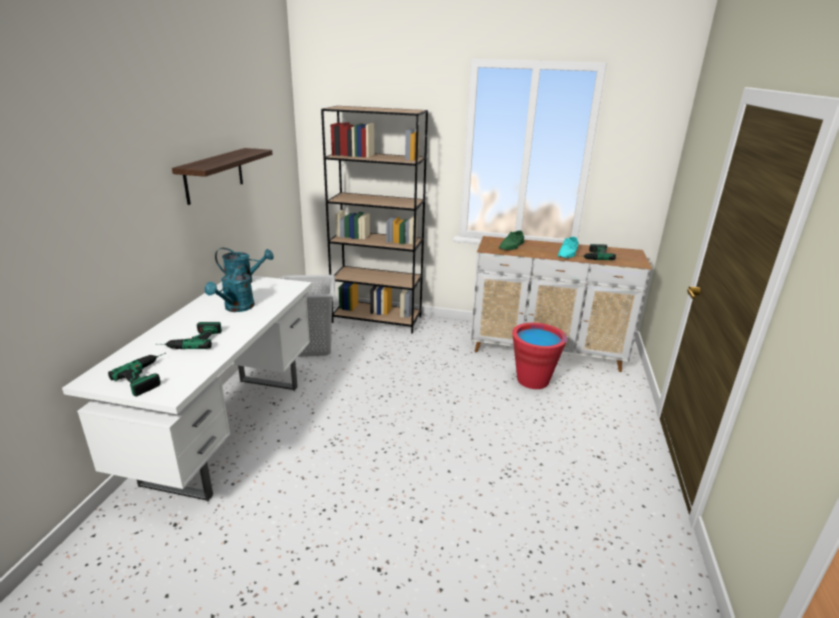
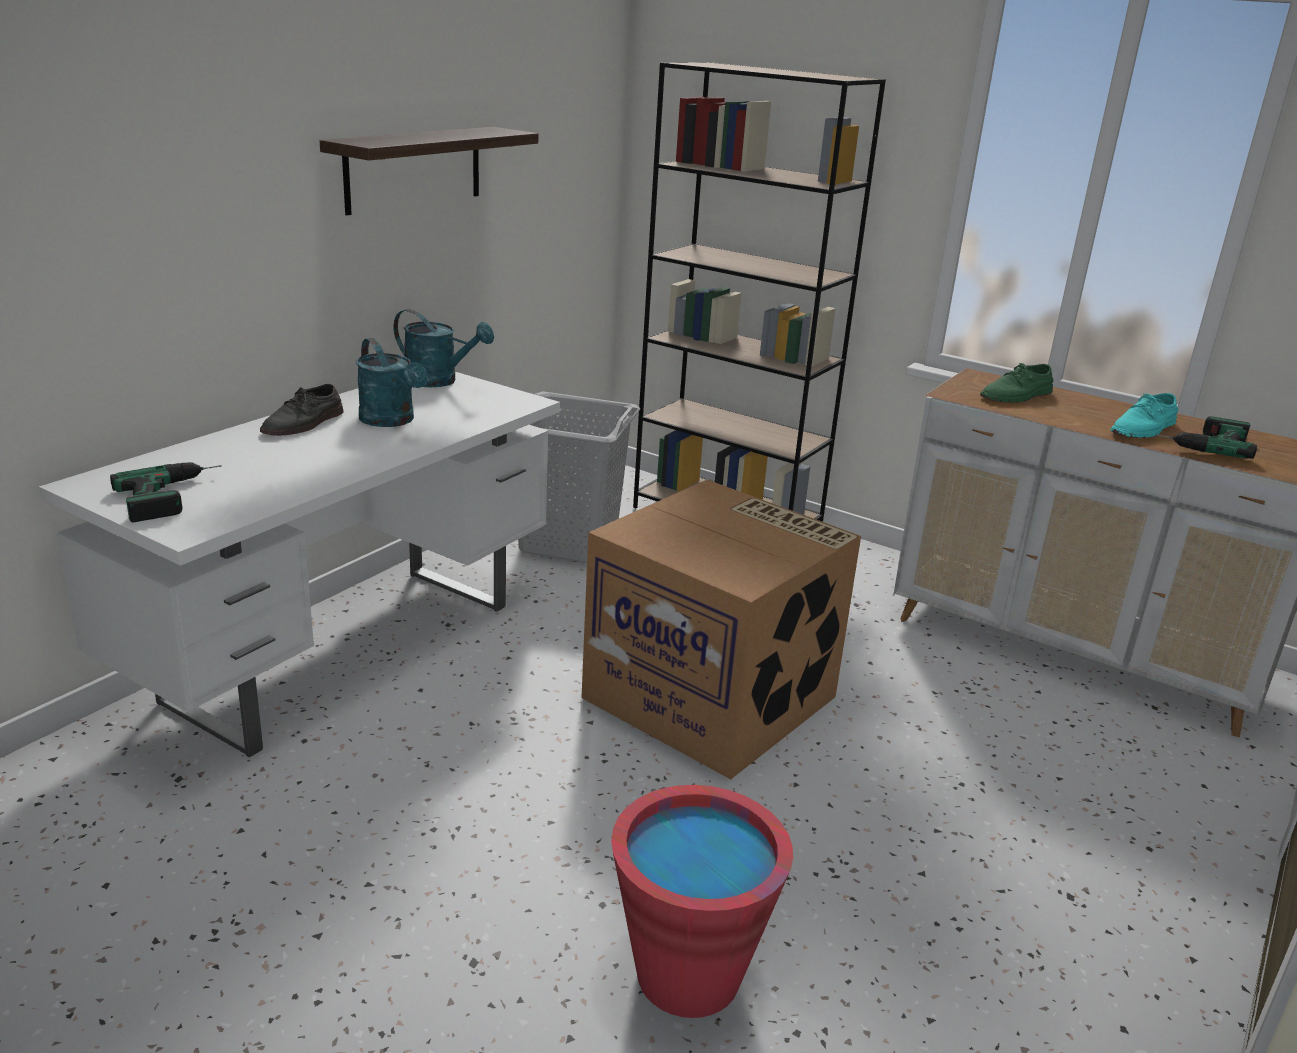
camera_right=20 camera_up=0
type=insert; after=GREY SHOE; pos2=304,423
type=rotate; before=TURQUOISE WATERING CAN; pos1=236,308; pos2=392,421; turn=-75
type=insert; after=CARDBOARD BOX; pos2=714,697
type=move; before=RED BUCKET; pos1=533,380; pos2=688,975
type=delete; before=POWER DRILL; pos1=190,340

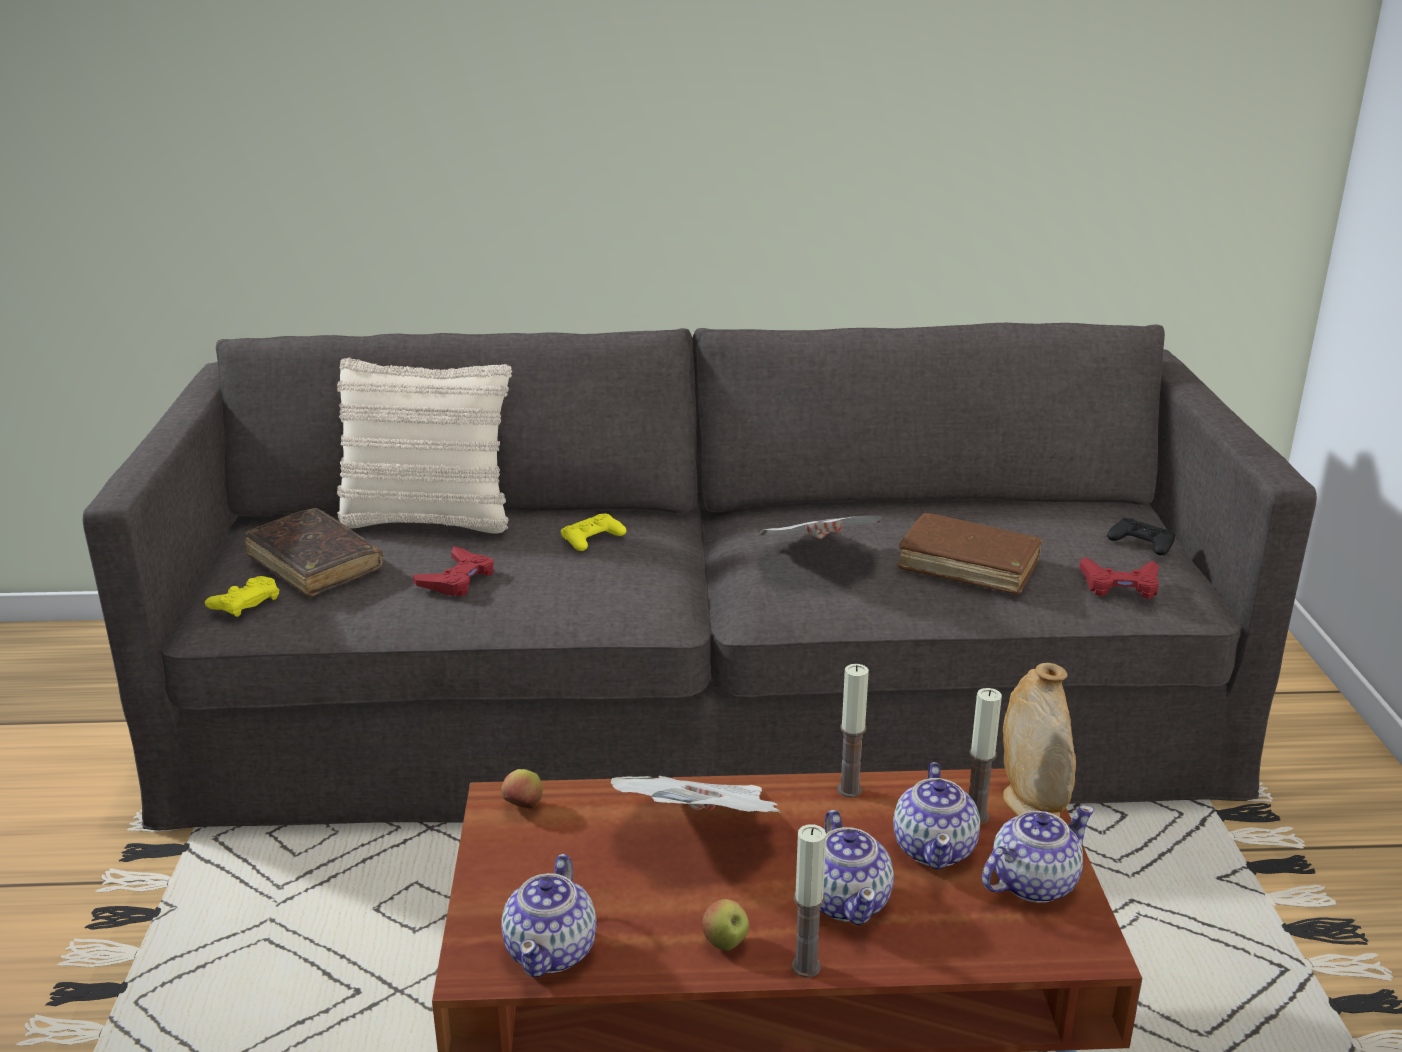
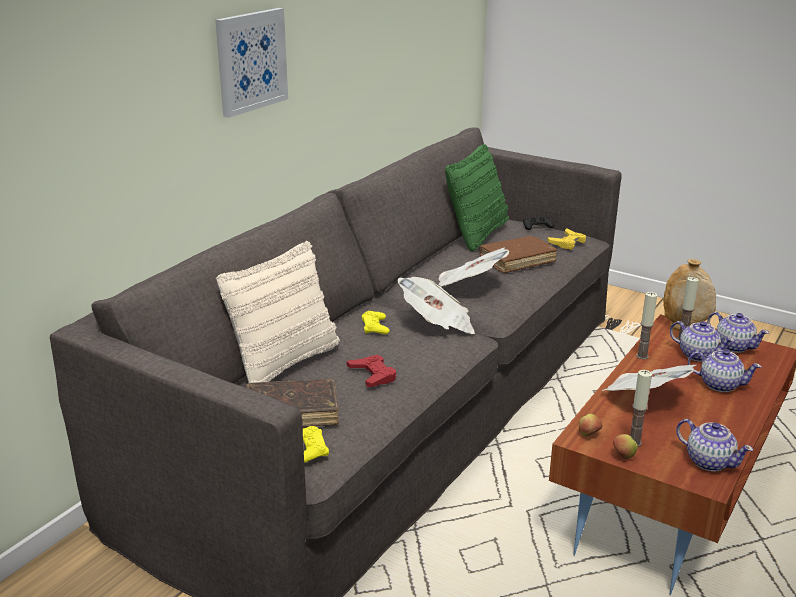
camera_right=-55 camera_up=0
type=insert; after=PICTURE; pos2=251,61
type=insert; after=NEWSPAPER; pos2=437,324
type=insert; after=GREEN PILLOW; pos2=476,235
type=recolor; before=RED GAME CONTROLLER; after=YELLOW GAME CONTROLLER; pos1=1120,585; pos2=567,243
type=move; before=APPLE; pos1=725,943; pos2=623,456
type=move; before=CANDLE; pos1=806,966; pos2=634,442
type=rotate; before=TEAPOT; pos1=1032,883; pos2=733,346; turn=135

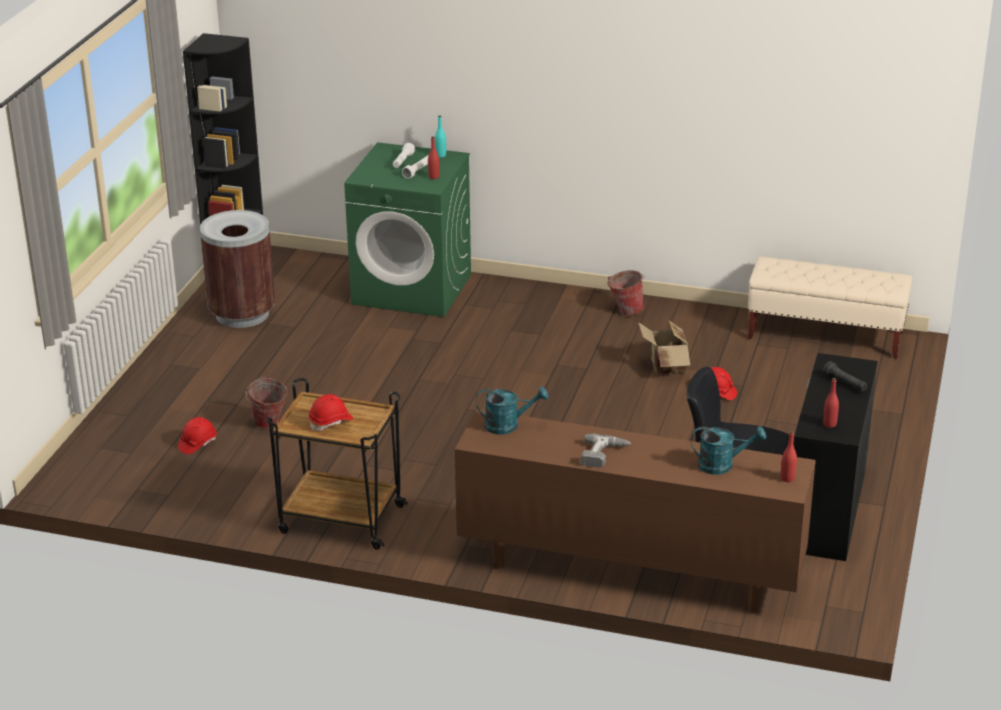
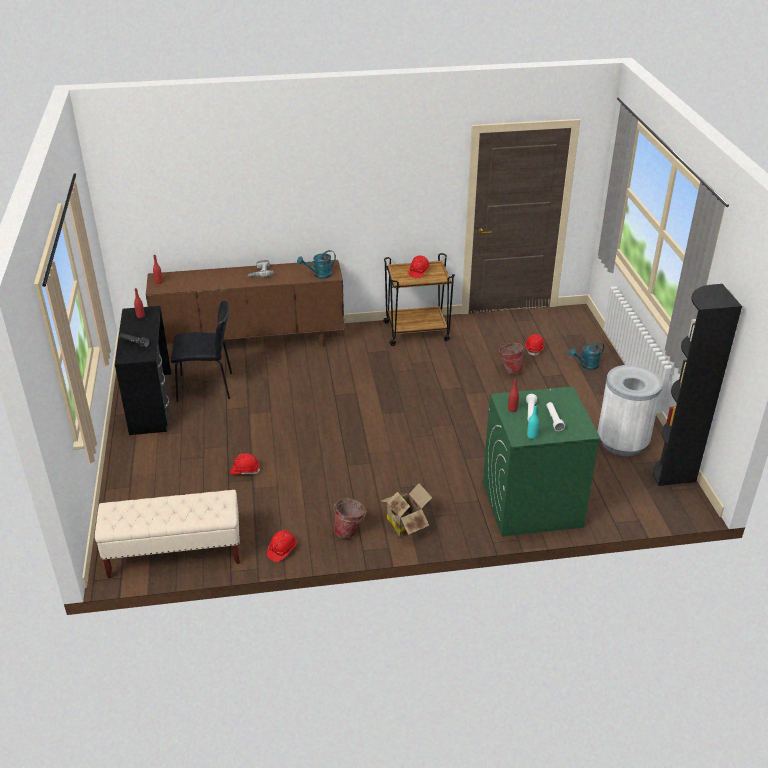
camera_right=155 camera_up=5
type=insert; after=RED HARD HAT; pos2=282,550
type=move; before=CARDBOARD BOX; pos1=665,367; pos2=406,524
type=move; before=TURQUOISE WATERING CAN; pos1=722,465; pos2=586,365
type=recolor; before=BROWN TRASH CAN; after=WHITE TRASH CAN; pos1=242,314; pos2=622,442

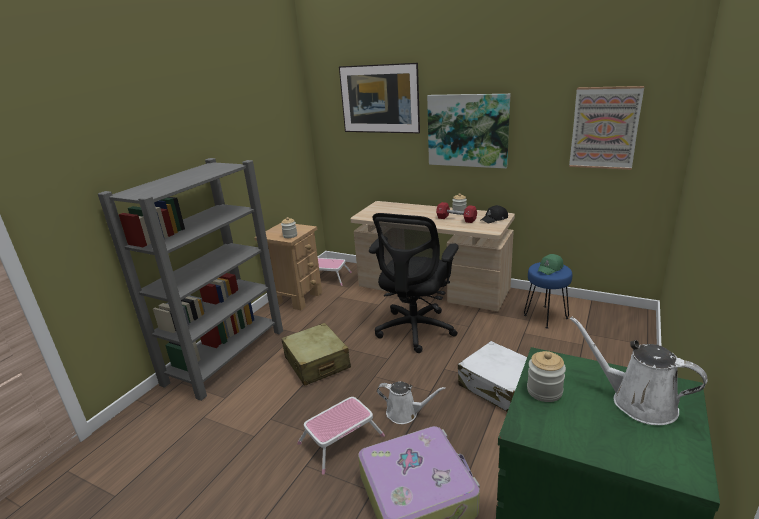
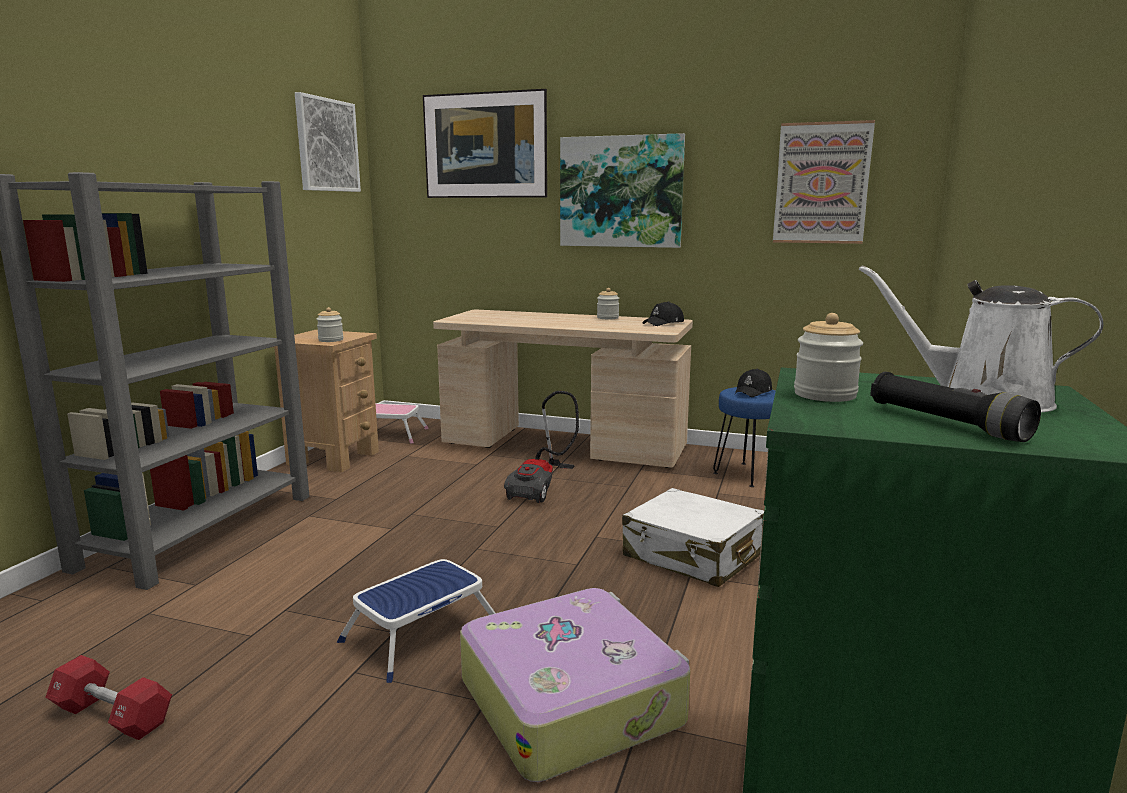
camera_right=-10 camera_up=-10
type=move; before=RED DUMBBELL; pos1=456,219; pos2=112,715
type=insert; after=PICTURE; pos2=327,145
type=recolor; before=PINK STEP LADDER; after=BLUE STEP LADDER; pos1=341,440; pos2=421,633
type=replace; before=BLACK OFFICE CHAIR; after=VACUUM CLEANER; pos1=416,326; pos2=542,487
type=recolor; before=GREEN CAP; after=BLACK CAP; pos1=550,268; pos2=753,392
type=insert; after=BLACK FLASHLIGHT; pos2=946,423
type=delete; before=BEIGE SUITCASE; pos1=317,363
type=delete; before=WHITE WATERING CAN; pos1=405,413

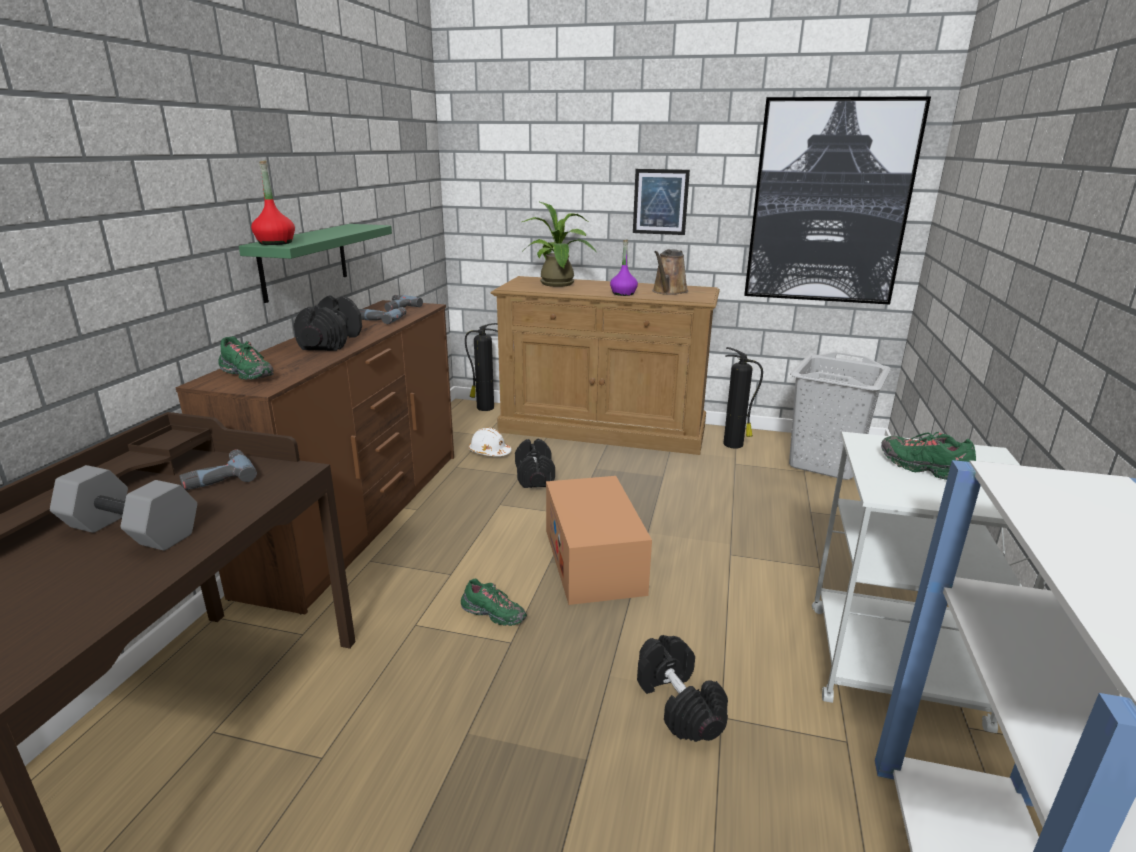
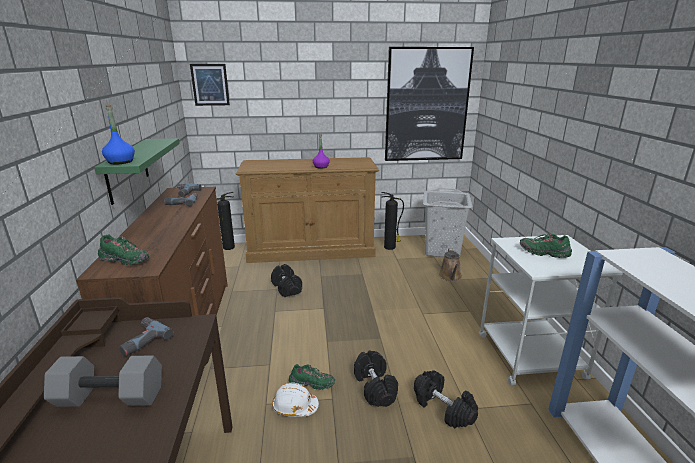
camera_right=-20 camera_up=0
type=recolor; before=RED BOTTLE; after=BLUE BOTTLE; pos1=275,243; pos2=120,162
type=move; before=PICTURE; pos1=660,202; pos2=210,84
type=move; before=WHITE HARD HAT; pos1=489,452; pos2=294,407
type=move; before=BLACK DUMBBELL; pos1=331,342; pos2=375,387
type=move; before=BROWN WATERING CAN; pos1=668,292; pos2=450,276
type=delete; before=POTTED PLANT; pos1=558,285
type=delete; before=CARDBOARD BOX; pos1=593,561

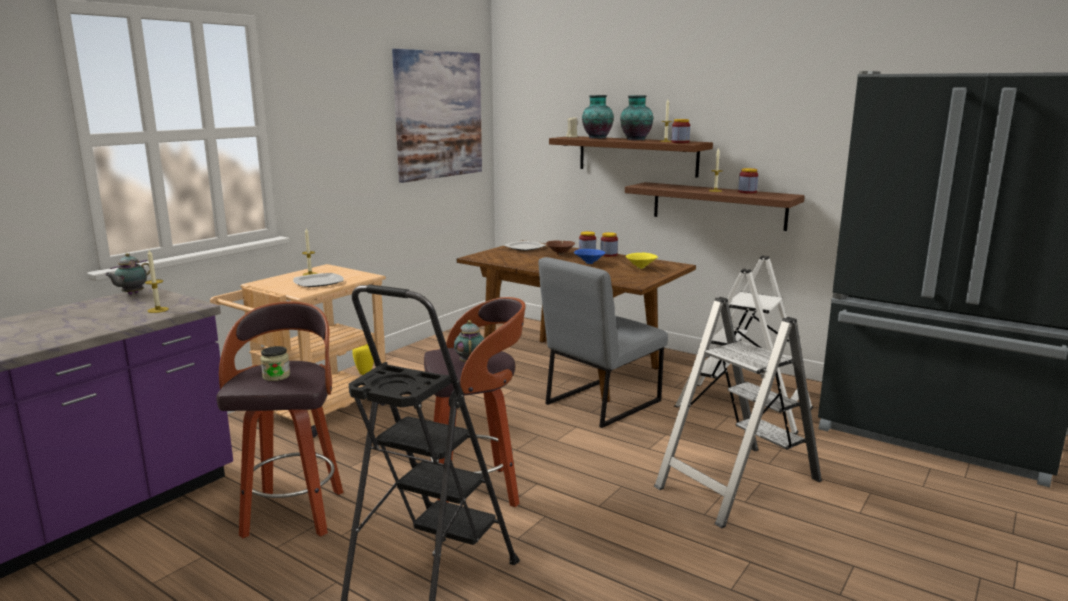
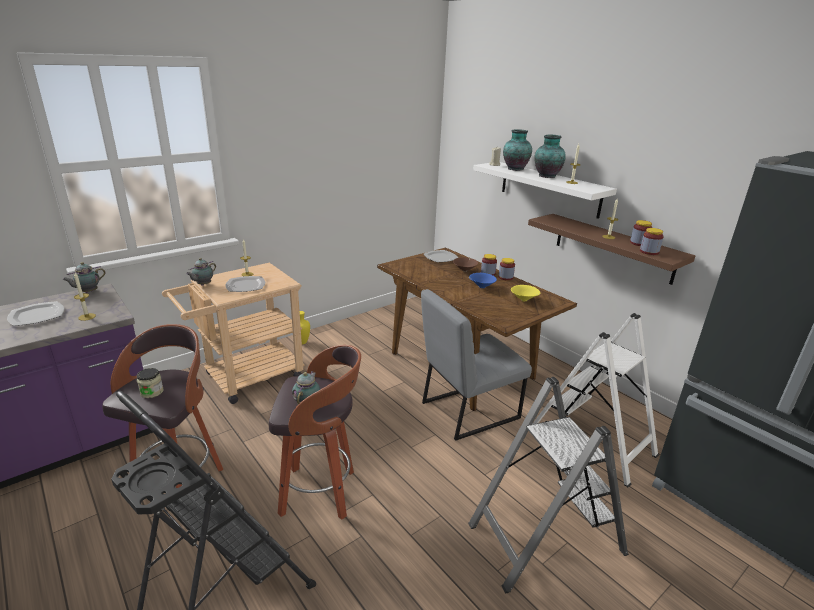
camera_right=15 camera_up=10
type=insert; after=PLATE; pos2=36,315
type=insert; after=TEAPOT; pos2=203,285
type=recolor; before=BROWN SHELF; after=WHITE SHELF; pos1=637,156; pos2=549,189
type=move; before=JAR; pos1=680,142; pos2=649,252
type=delete; before=PICTURE; pos1=439,115

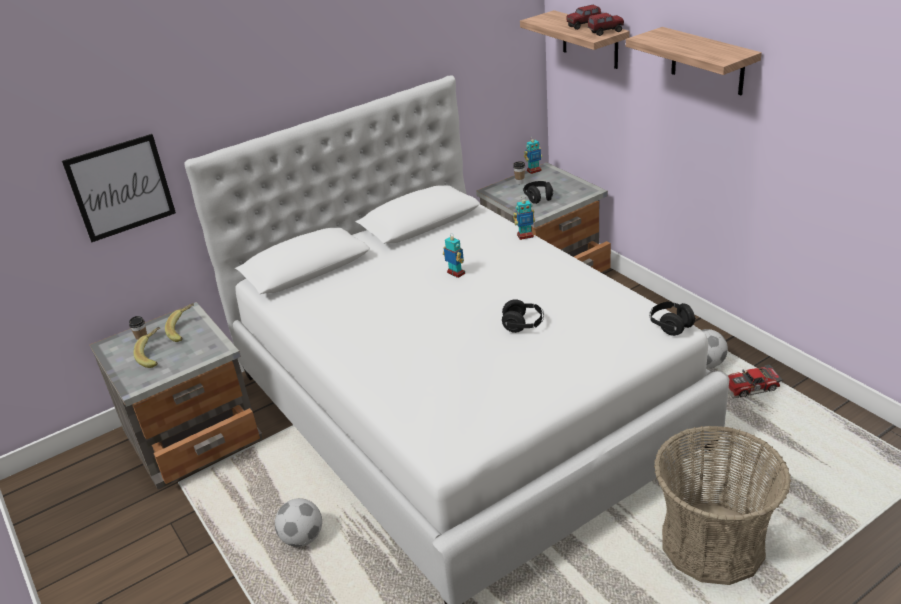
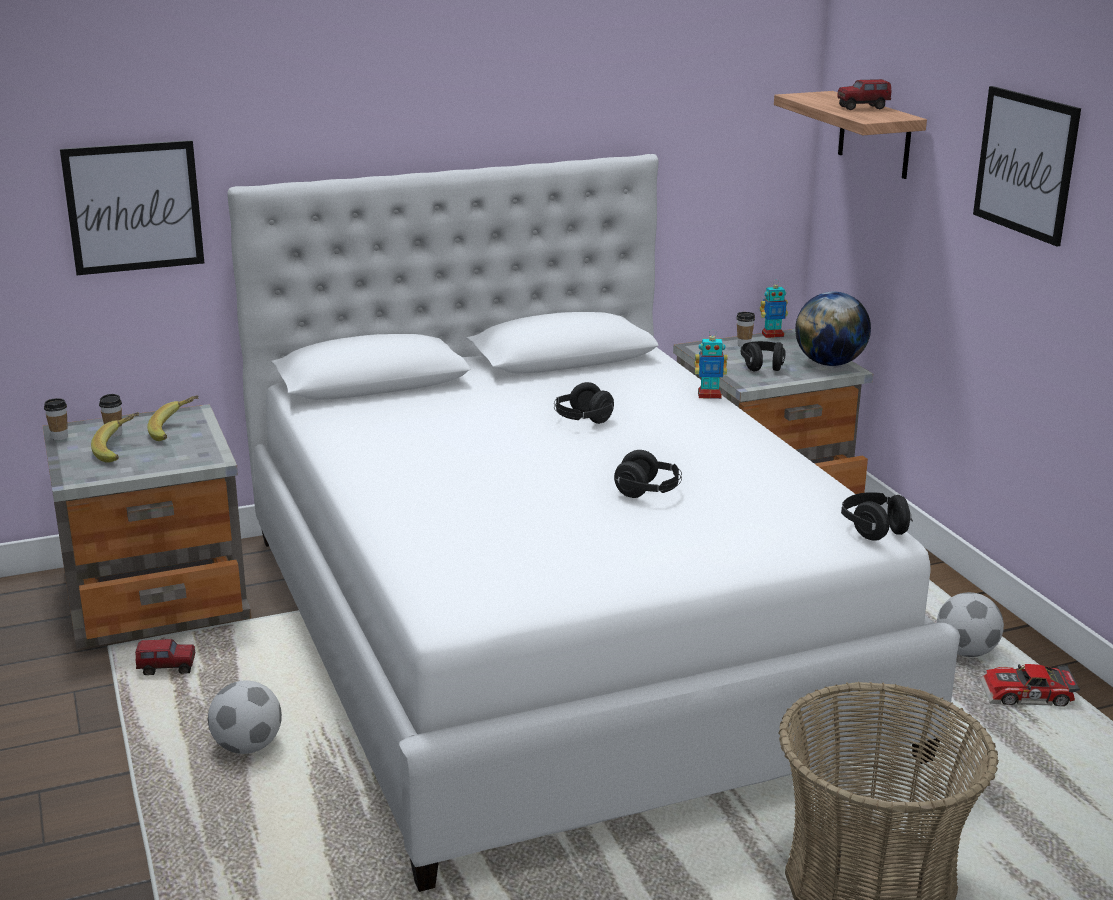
camera_right=10 camera_up=-10
type=insert; after=CUP; pos2=59,437
type=move; before=TOY TRUCK; pos1=605,32; pos2=167,669
type=replace; before=TOY ROBOT; after=BLACK HEADPHONES; pos1=456,273; pos2=582,420
type=insert; after=GLOBE; pos2=829,363
type=replace; before=SHELF; after=PICTURE; pos1=707,61; pos2=1025,164

